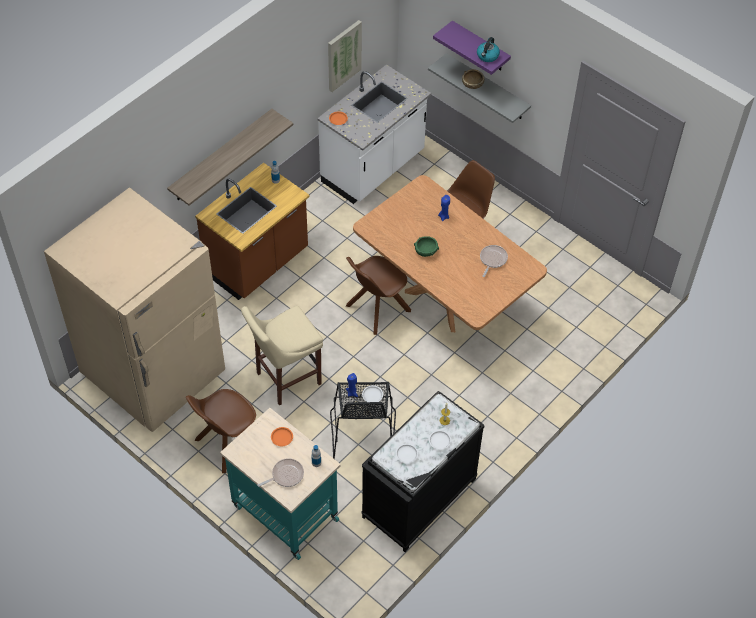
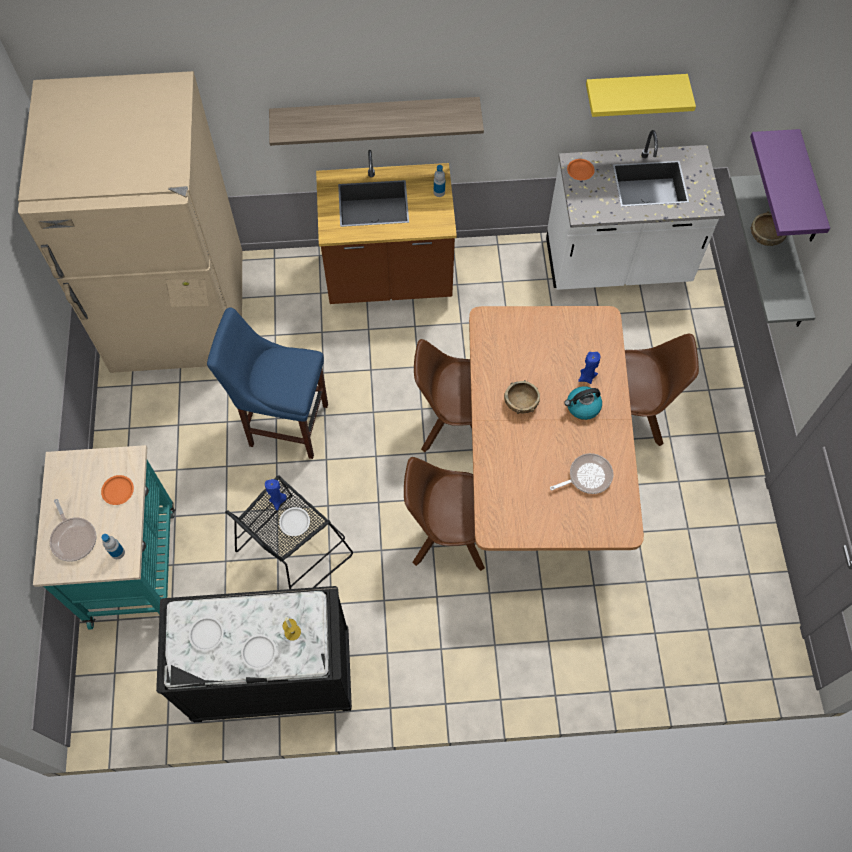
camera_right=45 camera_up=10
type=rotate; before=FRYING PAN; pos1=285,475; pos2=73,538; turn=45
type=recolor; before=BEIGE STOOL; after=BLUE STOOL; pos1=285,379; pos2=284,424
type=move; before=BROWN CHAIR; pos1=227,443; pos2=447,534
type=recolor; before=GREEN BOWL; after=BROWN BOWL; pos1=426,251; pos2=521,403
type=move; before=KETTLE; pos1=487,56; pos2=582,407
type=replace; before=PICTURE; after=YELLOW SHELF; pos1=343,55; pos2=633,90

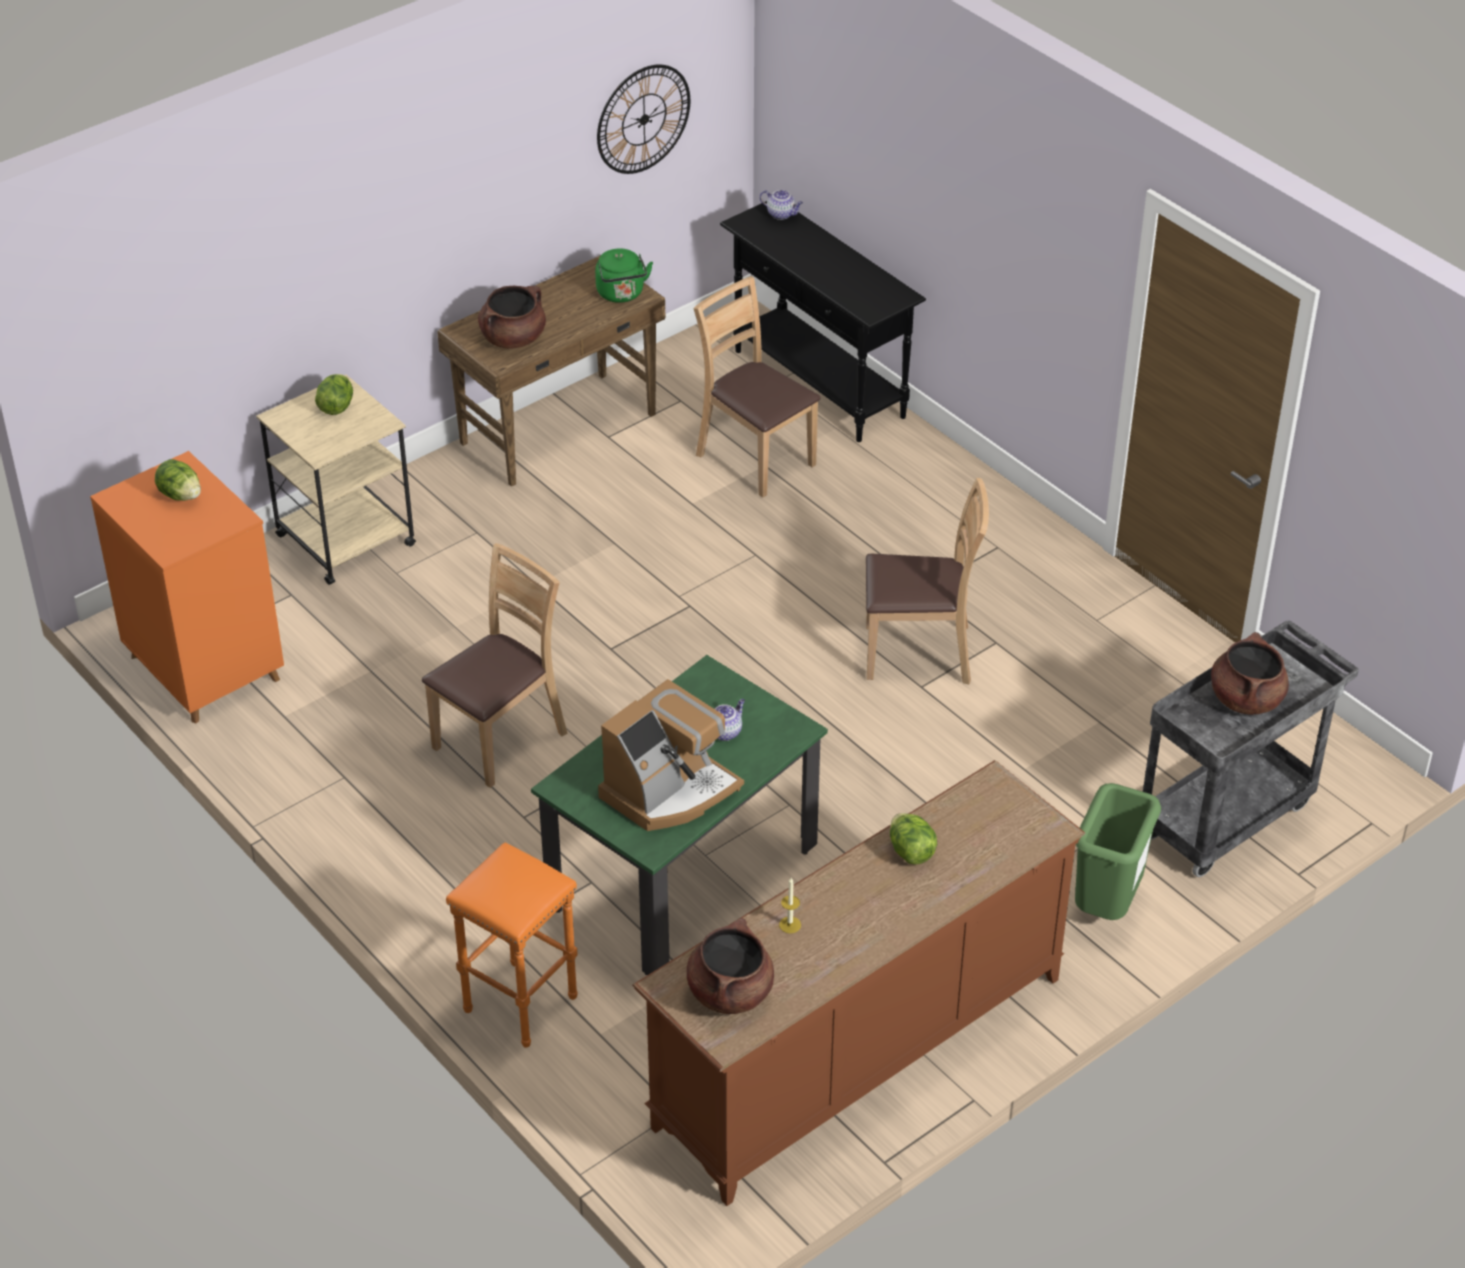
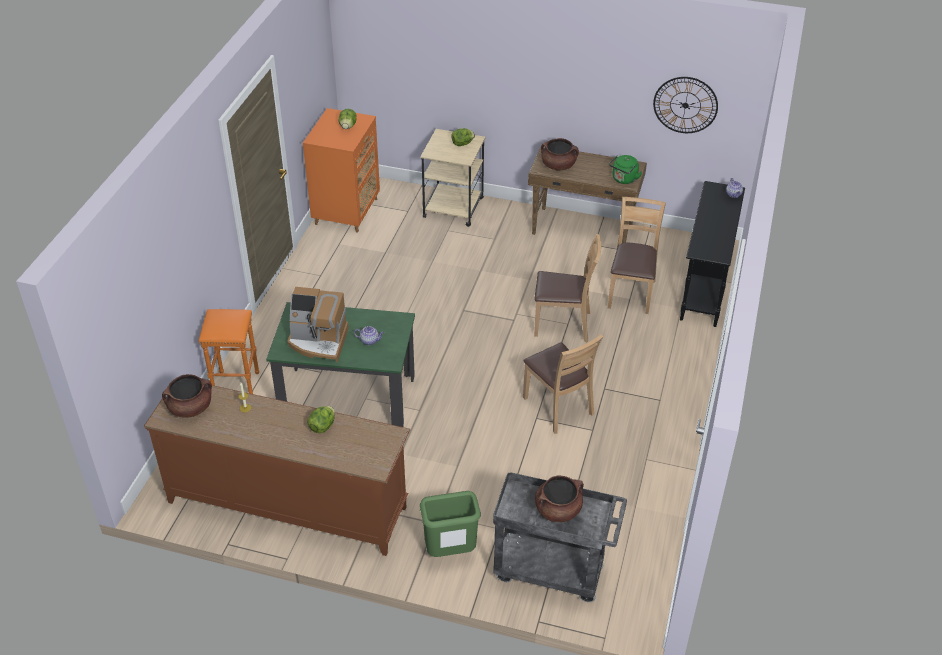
camera_right=55 camera_up=0
type=move; before=BROWN CHAIR; pos1=500,739; pos2=563,324

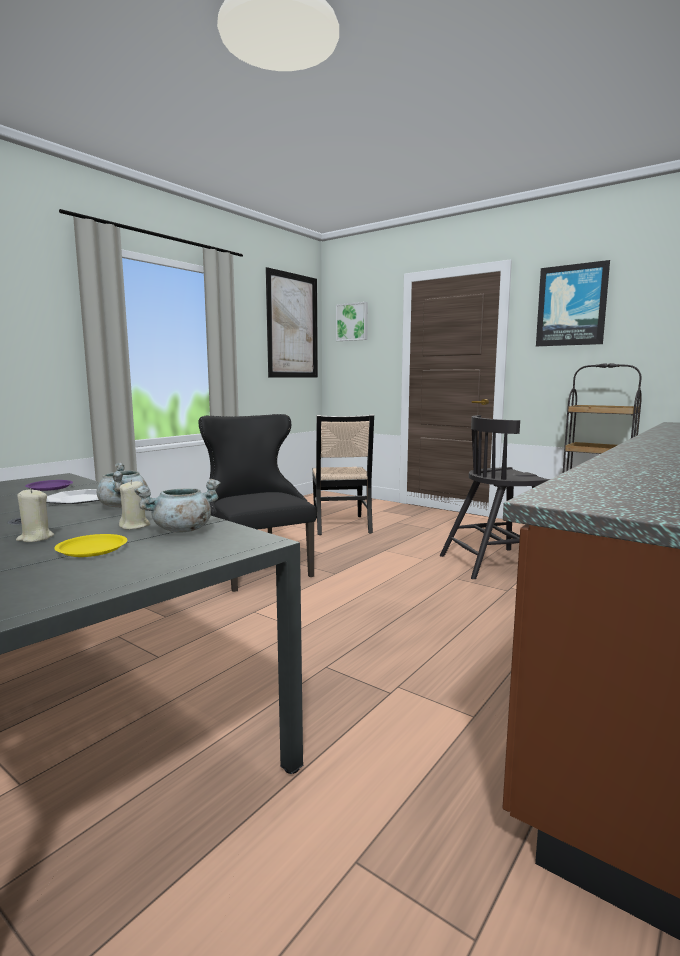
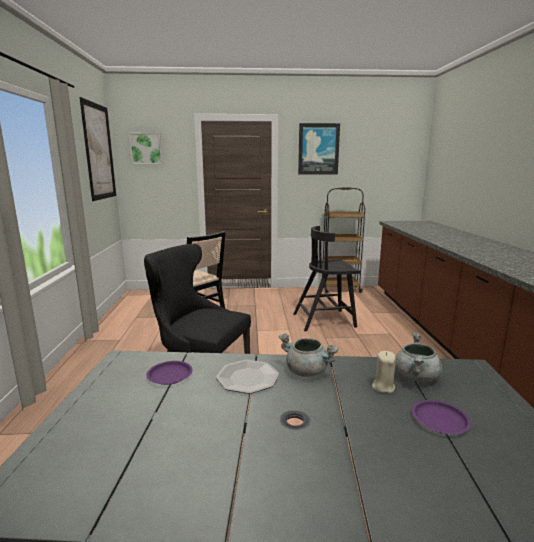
camera_right=-40 camera_up=5
type=rotate; before=BLACK CHAIR; pos1=494,562; pos2=325,320; turn=45
type=recolor; before=YELLOW PLATE; after=PURPLE PLATE; pos1=92,550; pos2=440,420
type=delete; before=BEIGE CANDLE; pos1=35,538

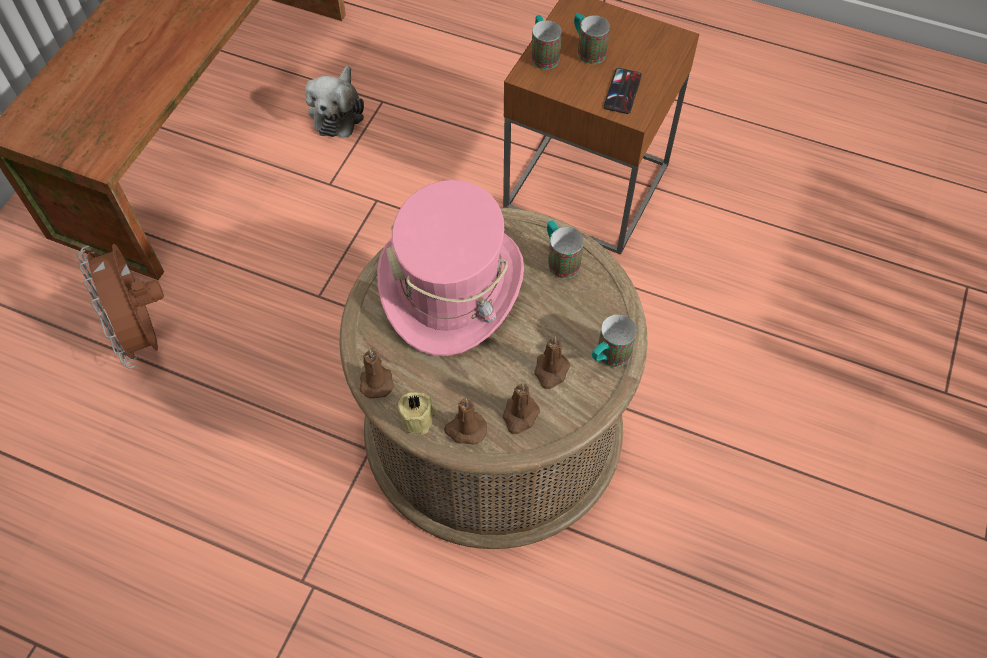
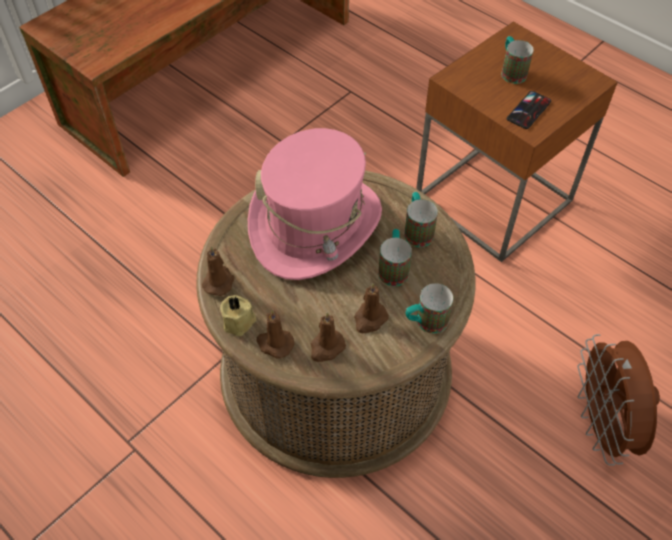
camera_right=20 camera_up=-5
type=move; before=MUG; pos1=543,54; pos2=393,268
type=move; before=BROWN FAN; pos1=144,334; pos2=602,425
type=delete; before=PLUSH TOY; pos1=338,112

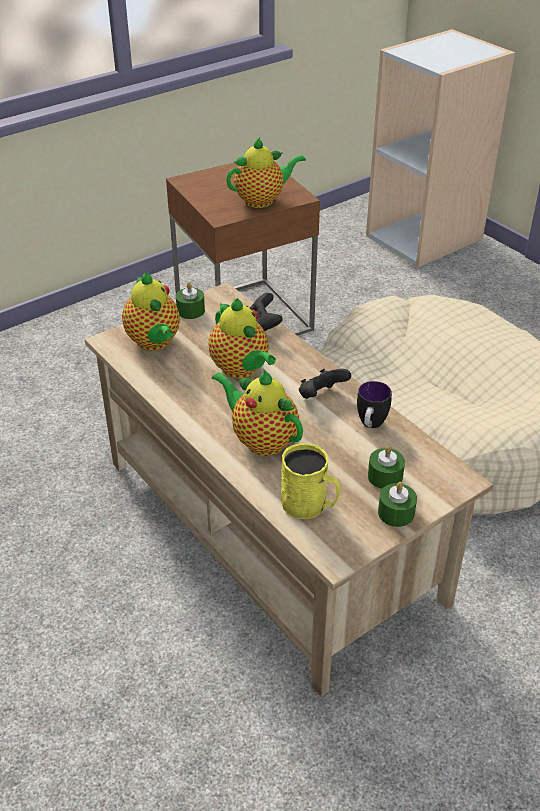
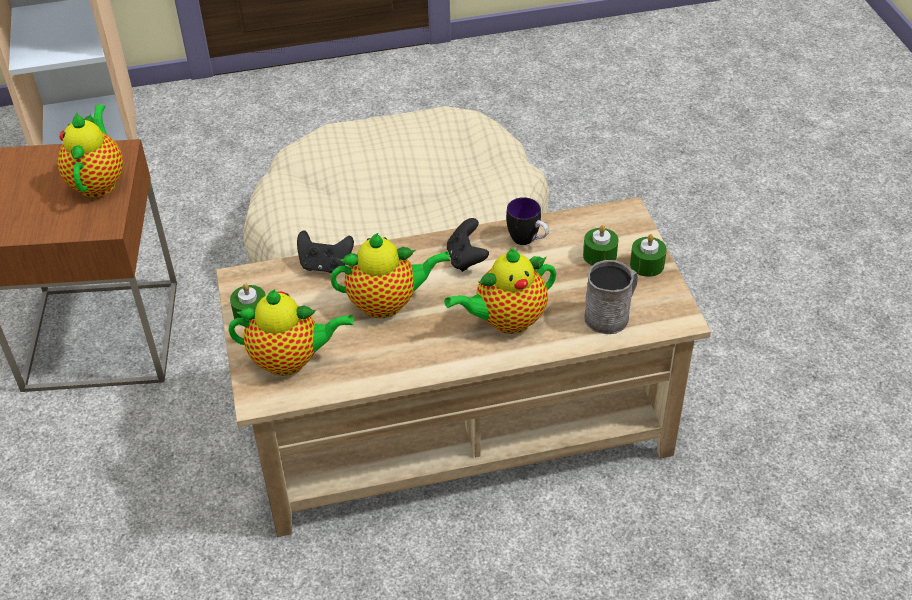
camera_right=-65 camera_up=5
type=recolor; before=YELLOW MUG; after=GREY MUG; pos1=310,505; pos2=611,315

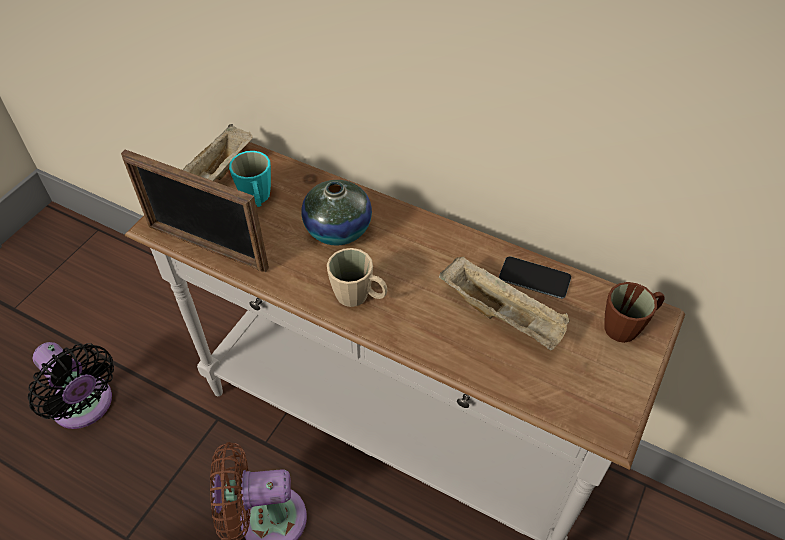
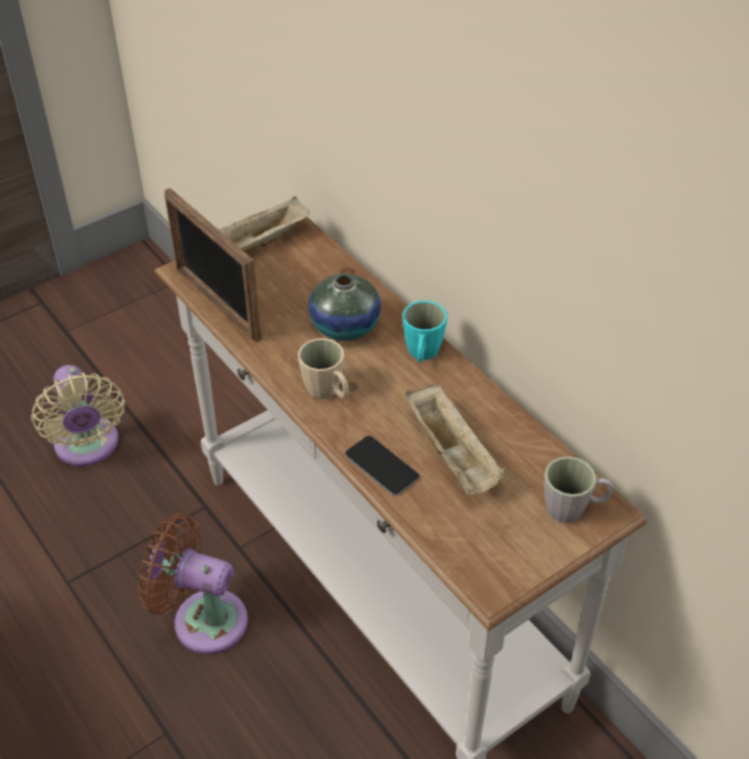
camera_right=25 camera_up=-5
type=recolor; before=BLACK FAN; after=BEIGE FAN; pos1=85,406; pos2=88,447
type=move; before=PHONE; pos1=534,278; pos2=381,466
type=move; before=TURQUOISE MUG; pos1=257,199; pos2=422,354
type=recolor; before=BROWN MUG; after=GREY MUG; pos1=628,326; pos2=573,508

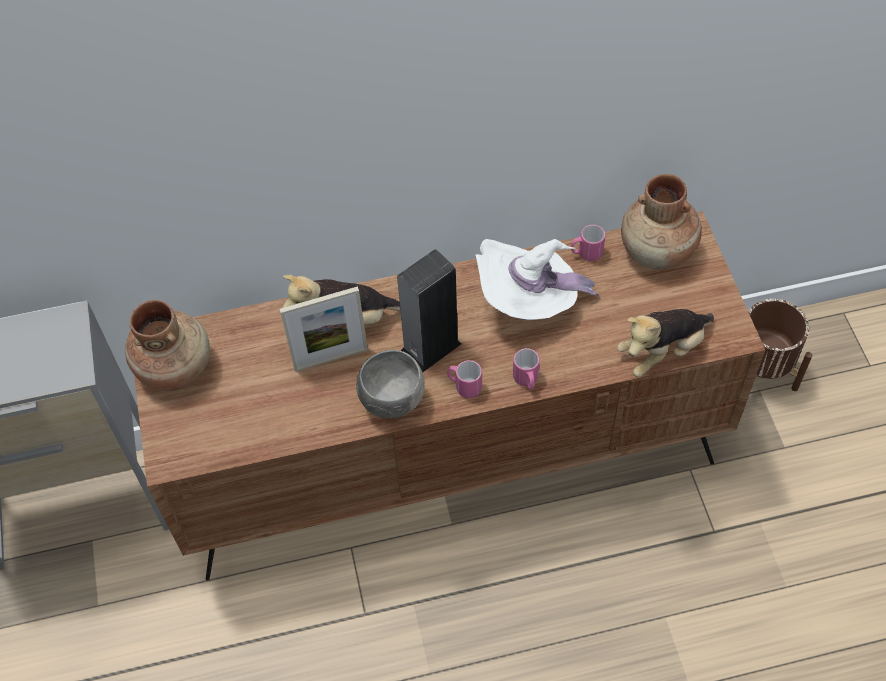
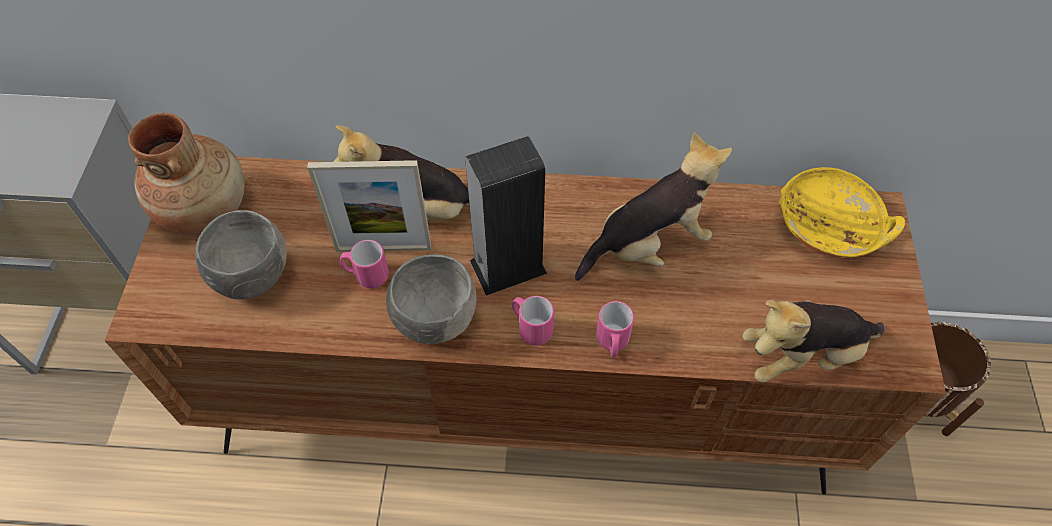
camera_right=15 camera_up=0
type=insert; after=GREY BOWL; pos2=252,276
type=move; before=PINK MUG; pos1=586,253; pos2=366,275
type=replace; before=WHITE HAT; after=PLUSH TOY; pos1=529,301; pos2=649,244
type=replace; before=BROWN VASE; after=YELLOW BOWL; pos1=657,251; pos2=830,226

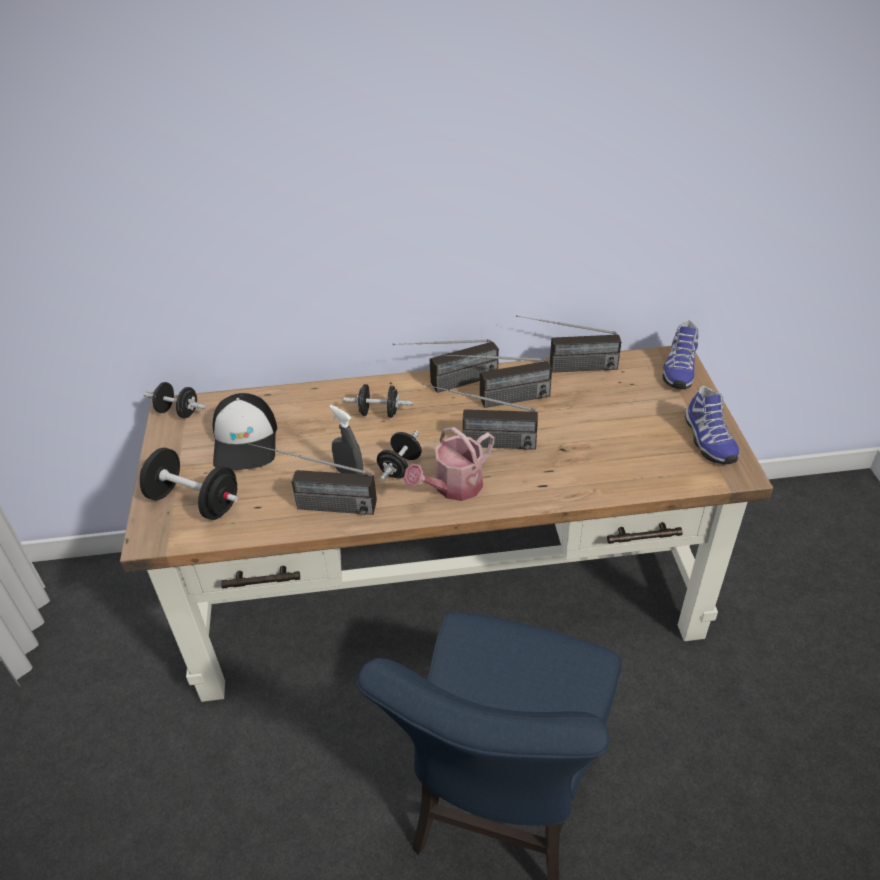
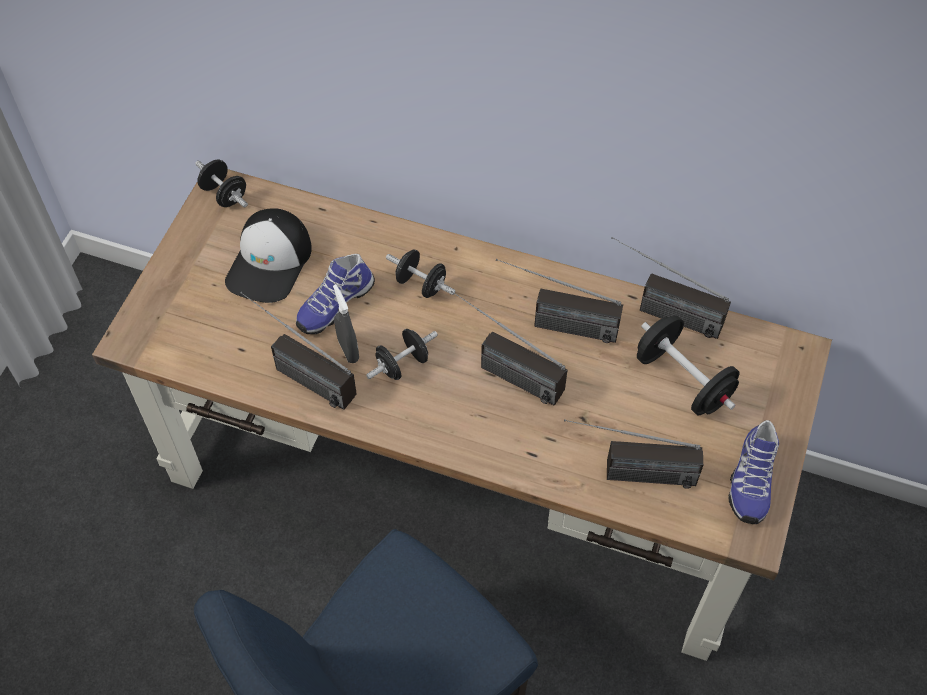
camera_right=25 camera_up=15
type=move; before=SHOE; pos1=678,369; pos2=334,304
type=move; before=RADIO; pos1=448,385; pos2=626,474
type=move; before=BLACK DUMBBELL; pos1=194,501; pos2=682,380
type=delete; before=WATERING CAN; pos1=453,487

